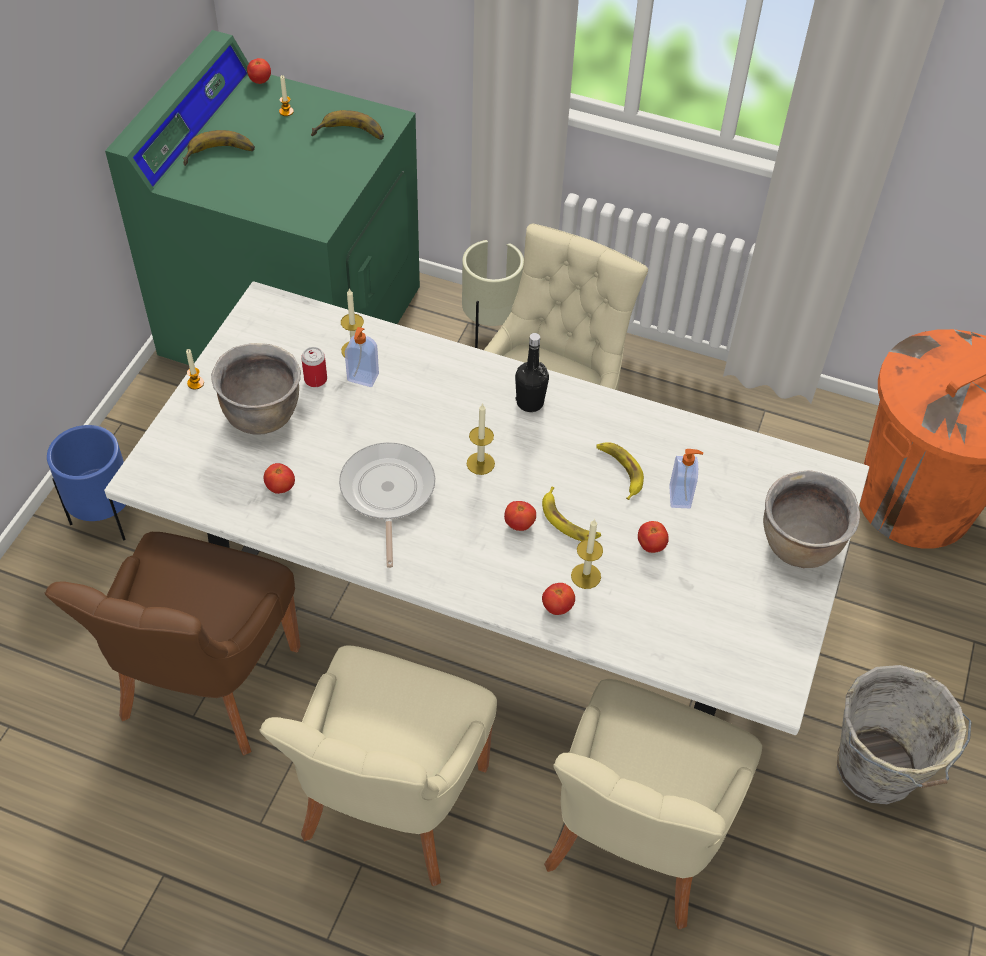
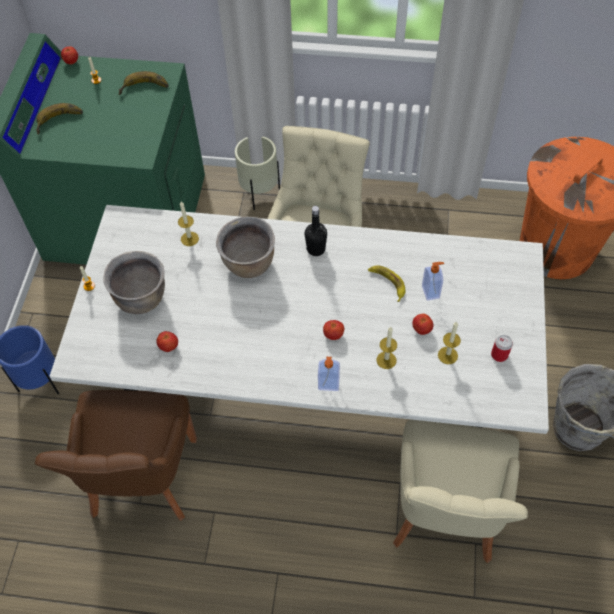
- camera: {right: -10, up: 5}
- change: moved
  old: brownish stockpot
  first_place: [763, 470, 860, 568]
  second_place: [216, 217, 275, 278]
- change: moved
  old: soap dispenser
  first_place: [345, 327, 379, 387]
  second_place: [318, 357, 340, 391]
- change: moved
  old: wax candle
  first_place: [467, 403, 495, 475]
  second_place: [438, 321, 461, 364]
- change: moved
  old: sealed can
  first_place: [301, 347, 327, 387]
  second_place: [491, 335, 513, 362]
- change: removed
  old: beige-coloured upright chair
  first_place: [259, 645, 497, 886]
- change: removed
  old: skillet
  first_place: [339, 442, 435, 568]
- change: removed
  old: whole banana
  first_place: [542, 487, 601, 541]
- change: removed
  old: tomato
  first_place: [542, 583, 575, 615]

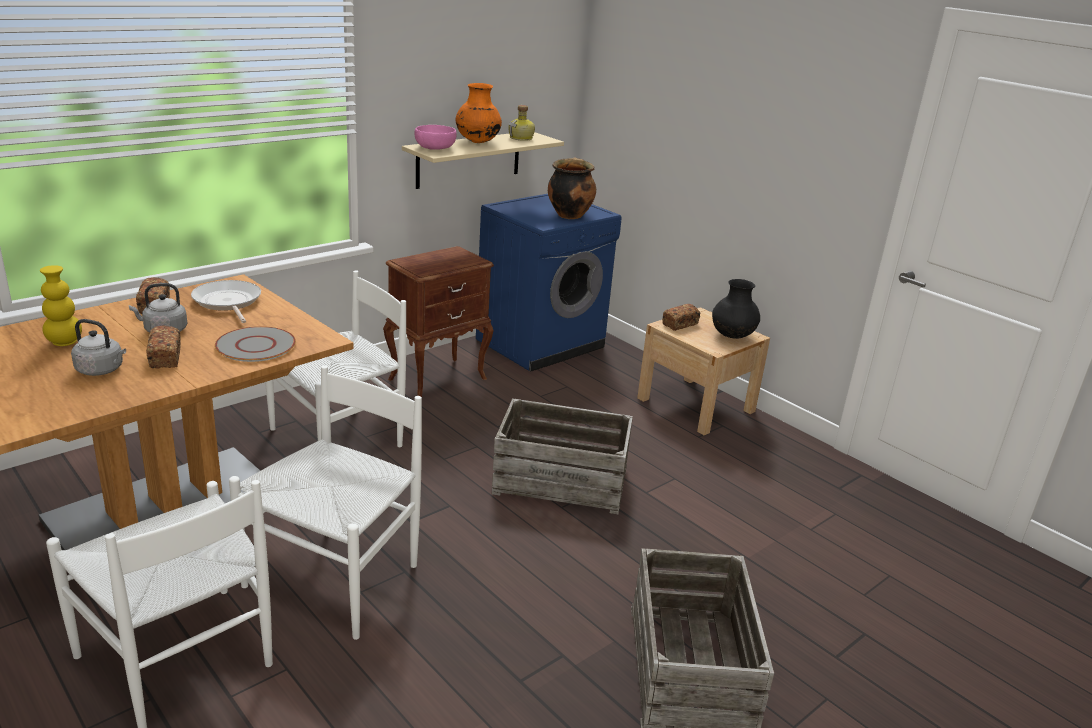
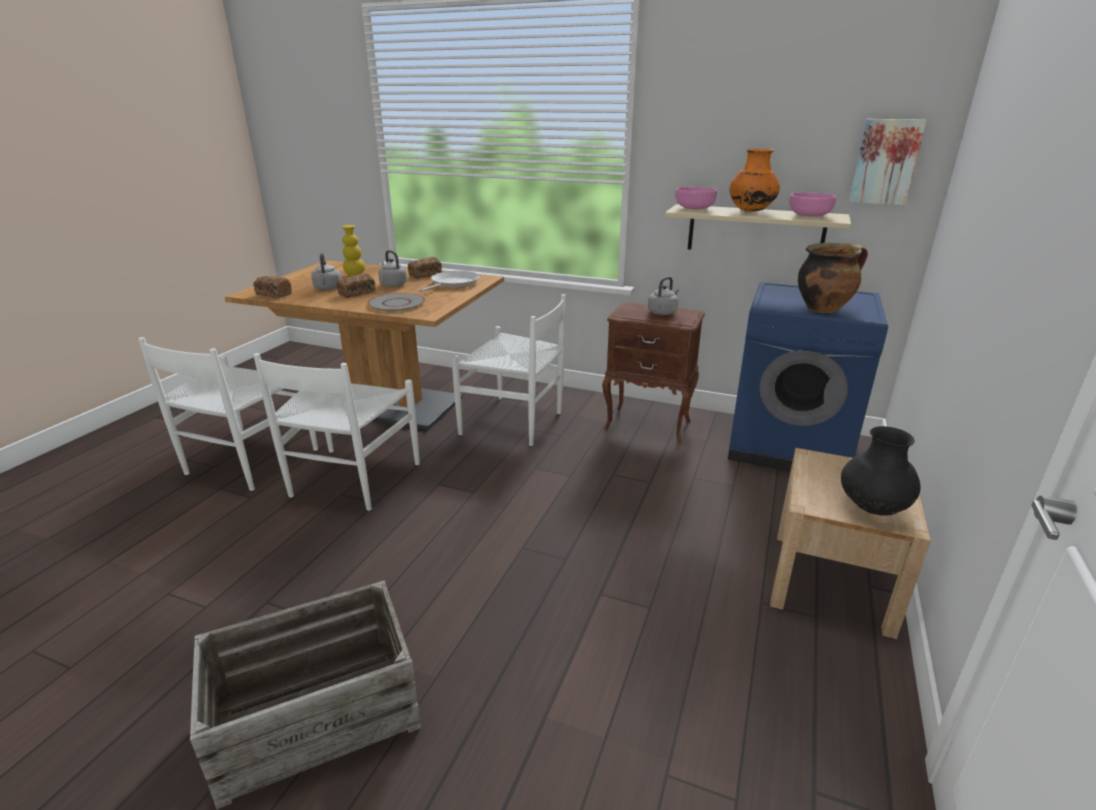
- camera: {right: 65, up: 0}
- change: moved
  old: bread
  first_place: [662, 304, 700, 331]
  second_place: [253, 276, 292, 298]
- change: turned
  old: white upright chair
  first_place: [229, 365, 422, 640]
  second_place: [254, 353, 420, 511]
  degrees: 105
- change: added
  new: greyish water kettle
  second_place: [648, 277, 679, 315]
- change: replaced
  old: drink bottle
  new: pinkish serving bowl
  first_place: [508, 105, 535, 141]
  second_place: [789, 192, 836, 217]
- change: added
  new: wall picture
  second_place: [849, 119, 927, 205]
- change: removed
  old: crate
  first_place: [492, 398, 633, 514]

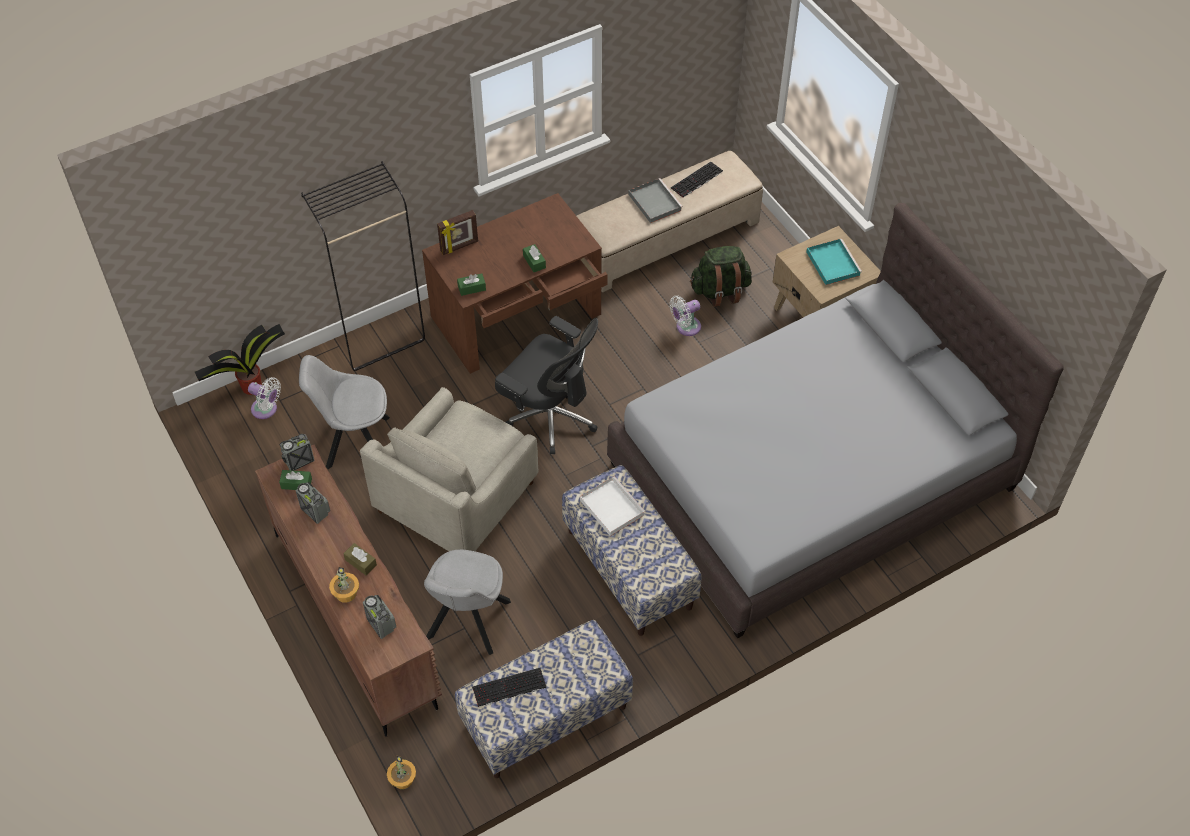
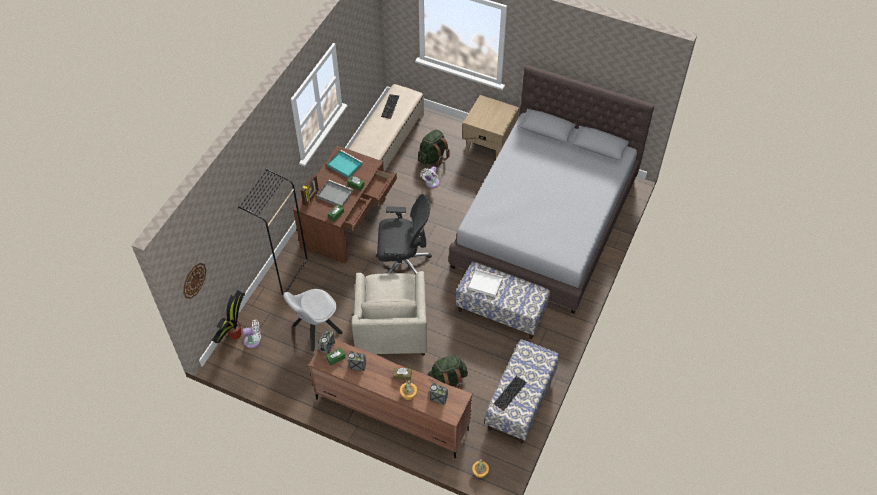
- camera: {right: -35, up: 0}
- change: added
  new: wall clock
  second_place: [183, 263, 206, 299]
- change: moved
  old: greyish carrying tray
  first_place: [628, 178, 683, 223]
  second_place: [317, 180, 353, 207]
- change: moved
  old: turquoise-coloured carrying tray
  first_place: [806, 239, 862, 285]
  second_place: [327, 150, 363, 178]
- change: replaced
  old: greyish upright chair
  new: green rucksack
  first_place: [424, 549, 511, 655]
  second_place: [428, 355, 468, 389]

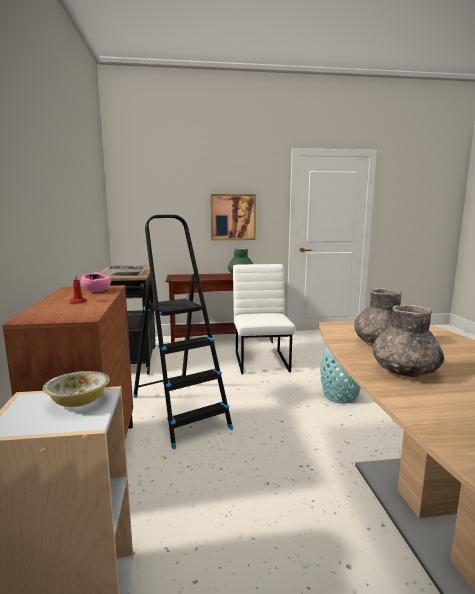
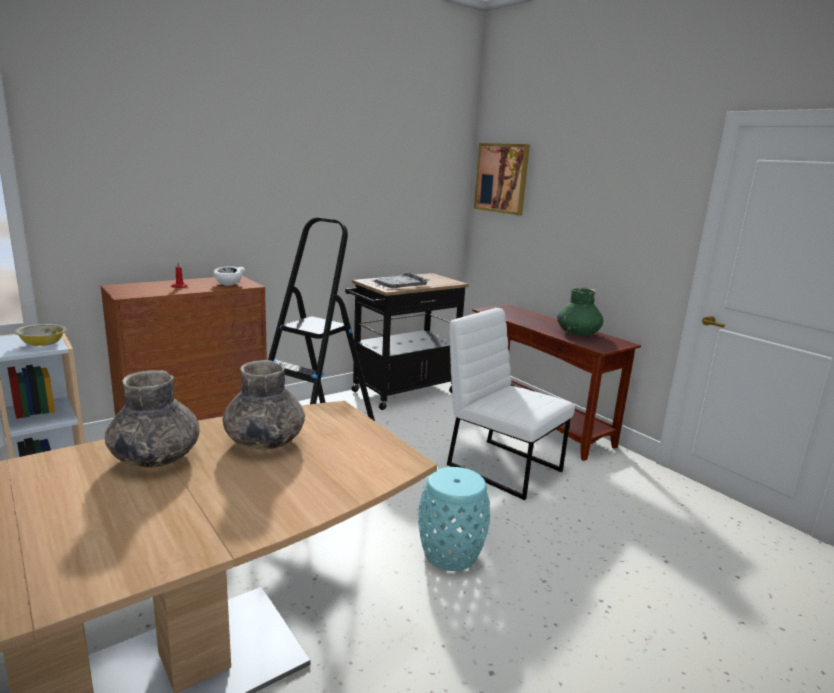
- camera: {right: 60, up: 5}
- change: recoloured
  old: pinkish serving bowl
  new: white serving bowl
  first_place: [81, 272, 111, 292]
  second_place: [214, 266, 245, 285]
- change: turned
  old: white upright chair
  first_place: [233, 264, 295, 374]
  second_place: [447, 308, 575, 500]
  degrees: -105
- change: moved
  old: wall picture
  first_place: [210, 194, 256, 240]
  second_place: [474, 143, 530, 215]

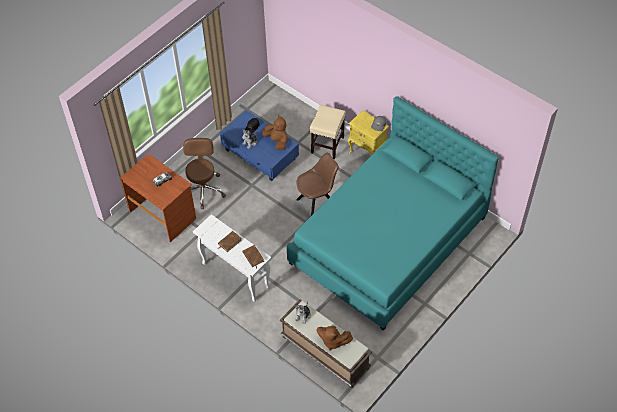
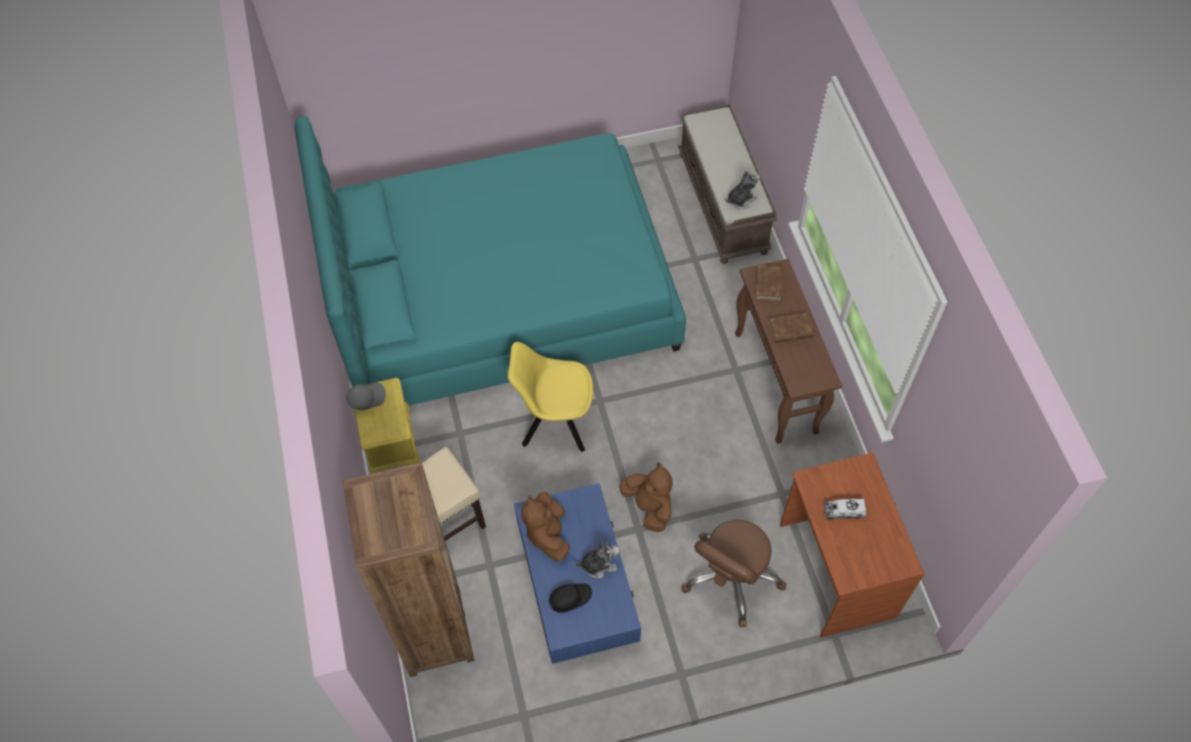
- camera: {right: -145, up: 5}
- change: added
  new: brownish shelving unit
  second_place: [343, 463, 475, 677]
- change: recoloured
  old: brownish upright chair
  new: yellowish upright chair
  first_place: [296, 153, 339, 216]
  second_place: [508, 342, 593, 452]
- change: moved
  old: brownish plush toy
  first_place: [317, 325, 353, 350]
  second_place: [619, 462, 673, 532]
- change: recoloured
  old: white hall table
  new: brownish hall table
  first_place: [193, 214, 271, 302]
  second_place: [735, 259, 842, 444]

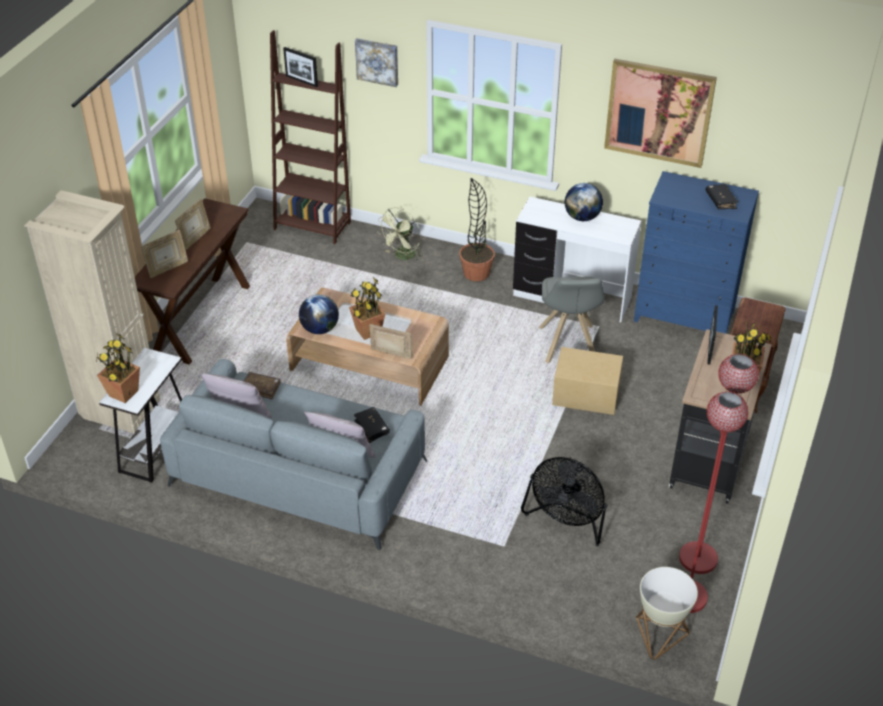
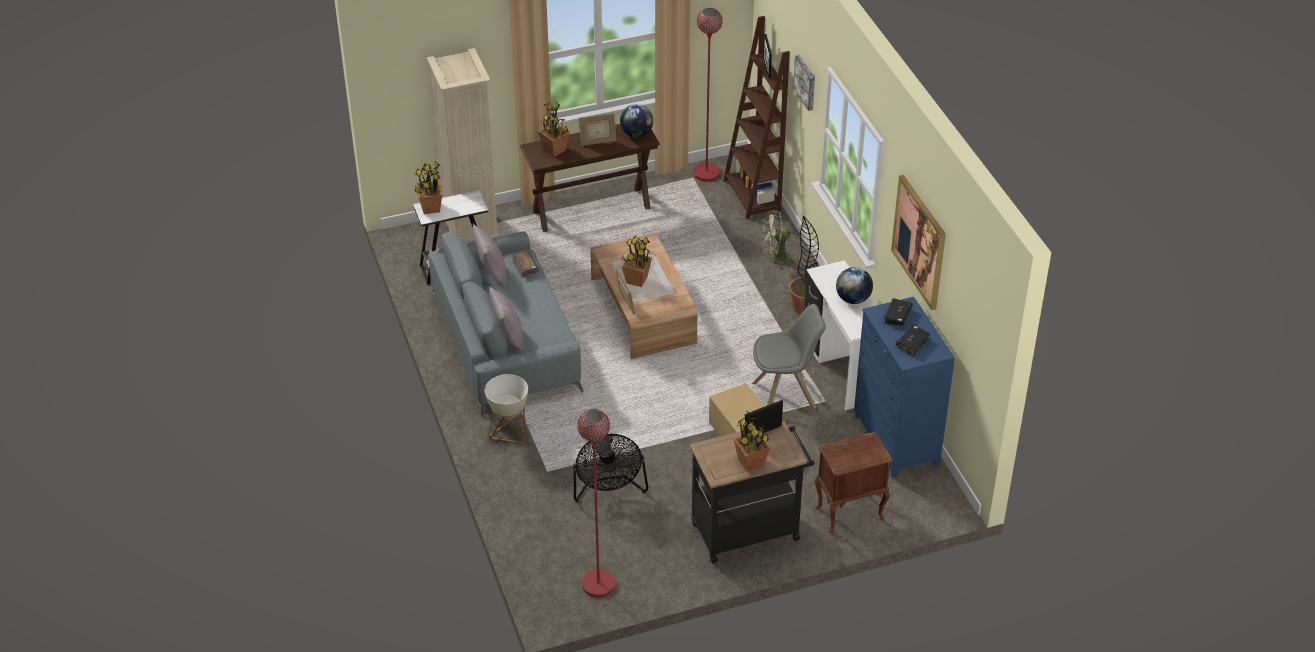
- camera: {right: 50, up: 0}
- change: moved
  old: flower pot
  first_place: [636, 567, 698, 659]
  second_place: [485, 374, 528, 444]
- change: replaced
  old: picture frame
  new: houseplant
  first_place: [141, 230, 188, 278]
  second_place: [538, 102, 570, 157]
- change: turned
  old: black cooling fan
  first_place: [521, 457, 608, 546]
  second_place: [573, 433, 648, 503]
  degrees: -90
- change: moved
  old: globe
  first_place: [299, 294, 339, 334]
  second_place: [620, 104, 653, 138]
- change: moved
  old: red standing lamp
  first_place: [679, 354, 759, 574]
  second_place: [693, 8, 723, 181]
- change: turned
  old: greyish upright chair
  first_place: [539, 276, 605, 363]
  second_place: [752, 304, 826, 409]
  degrees: -150
- change: moved
  old: black bound book
  first_place: [354, 407, 390, 443]
  second_place: [883, 298, 913, 326]

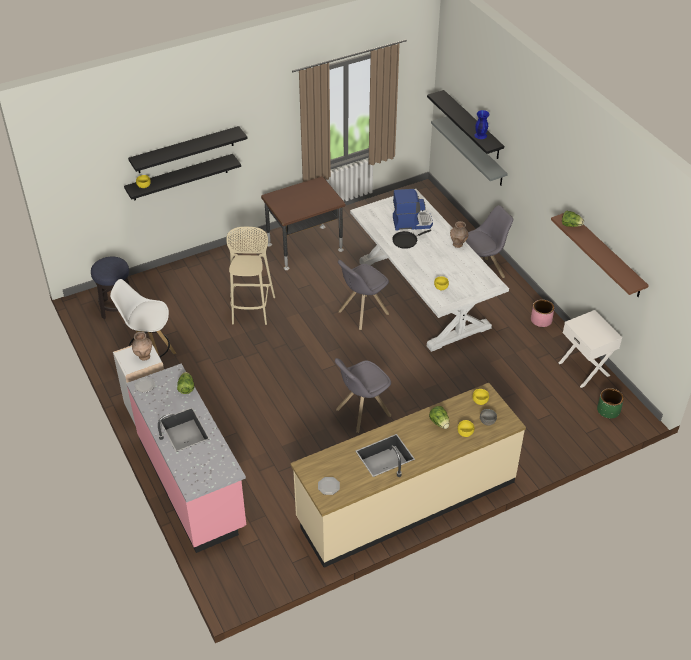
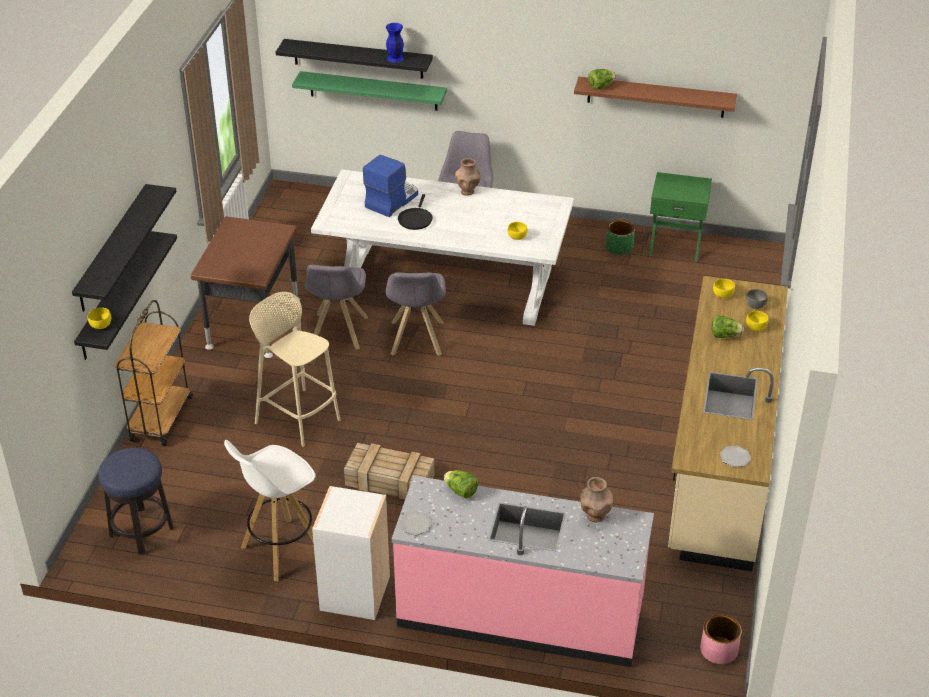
- camera: {right: -50, up: -5}
- change: added
  new: brownish wheeled cart
  second_place: [115, 300, 193, 446]
- change: recoloured
  old: greyish bracket shelf
  new: green bracket shelf
  first_place: [431, 116, 508, 186]
  second_place: [292, 71, 447, 111]
- change: moved
  old: greyish upright chair
  first_place: [335, 358, 391, 433]
  second_place: [304, 265, 369, 350]
- change: added
  new: crate
  second_place: [344, 443, 435, 499]
- change: moved
  old: brownish flower vase
  first_place: [132, 332, 152, 361]
  second_place: [580, 477, 613, 522]
- change: moved
  old: green flower pot
  first_place: [597, 388, 624, 418]
  second_place: [605, 220, 635, 255]
- change: recoloured
  old: white night table
  new: green night table
  first_place: [559, 310, 622, 388]
  second_place: [649, 172, 712, 263]
- change: moved
  old: pinkish flower pot
  first_place: [531, 300, 554, 327]
  second_place: [700, 615, 742, 664]

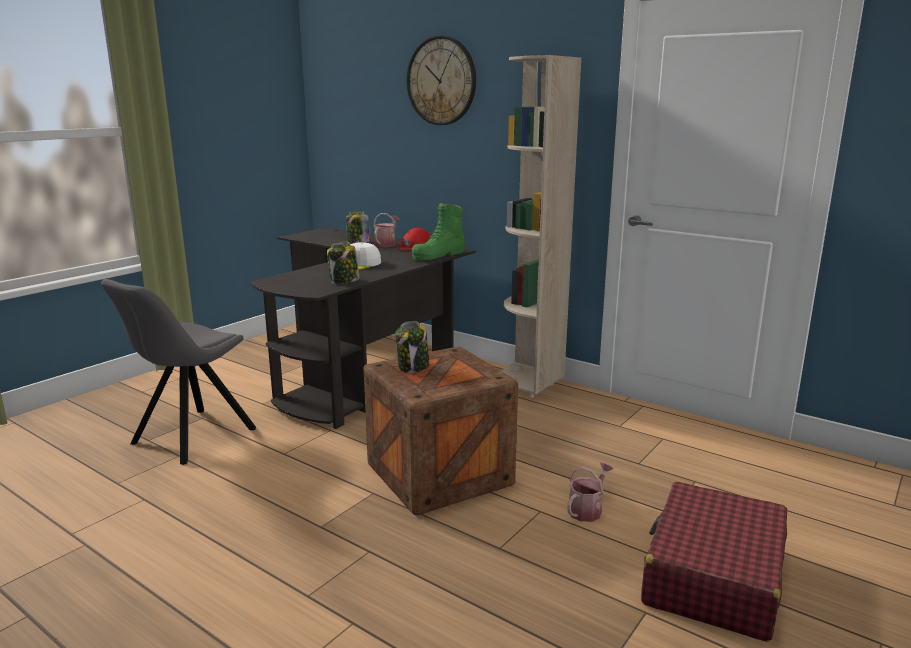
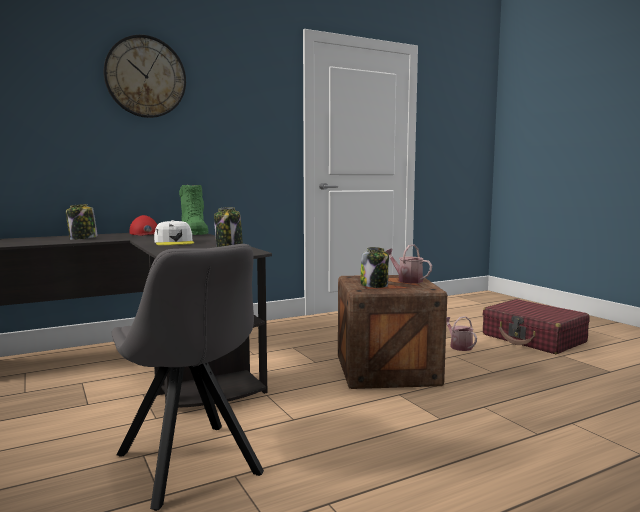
- camera: {right: -65, up: -10}
- change: moved
  old: watering pot
  first_place: [373, 213, 400, 247]
  second_place: [385, 244, 432, 283]
- change: removed
  old: beige-coloured shelving unit
  first_place: [502, 55, 581, 398]

